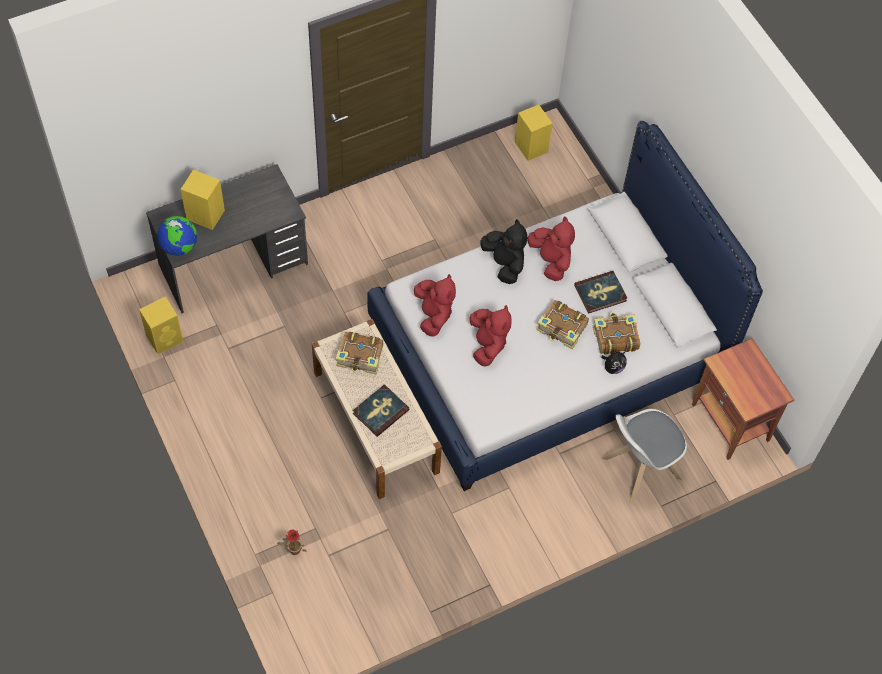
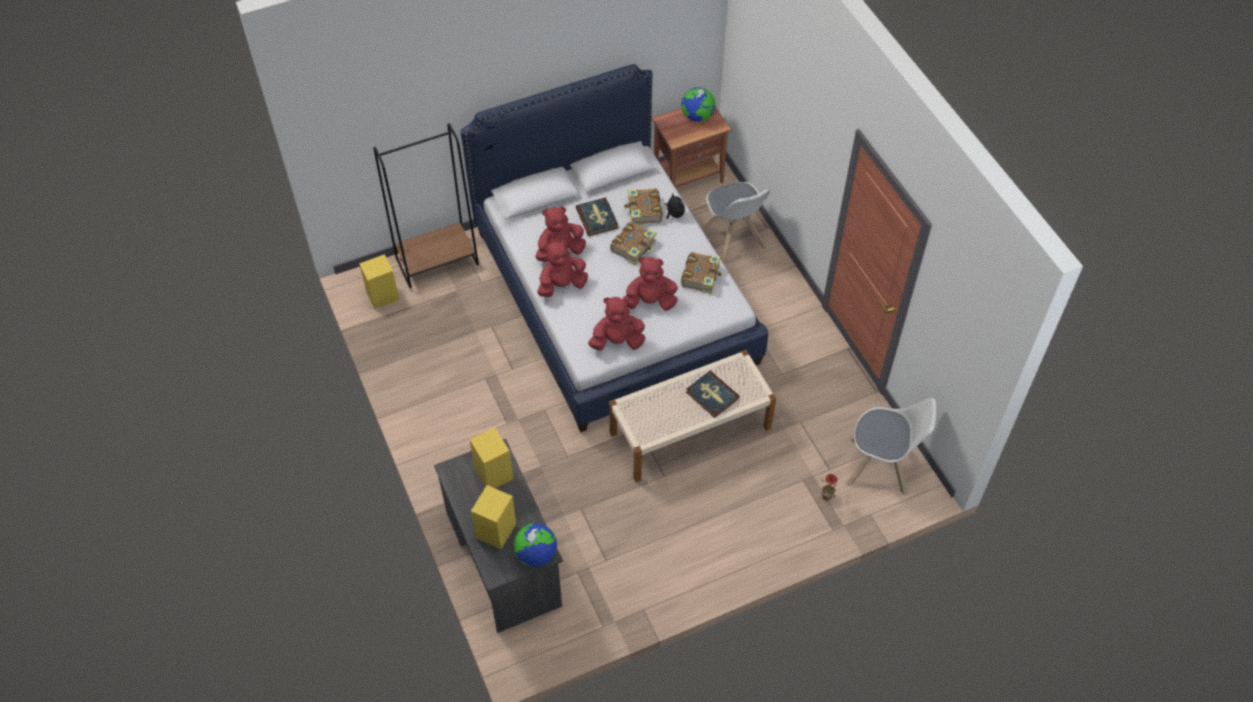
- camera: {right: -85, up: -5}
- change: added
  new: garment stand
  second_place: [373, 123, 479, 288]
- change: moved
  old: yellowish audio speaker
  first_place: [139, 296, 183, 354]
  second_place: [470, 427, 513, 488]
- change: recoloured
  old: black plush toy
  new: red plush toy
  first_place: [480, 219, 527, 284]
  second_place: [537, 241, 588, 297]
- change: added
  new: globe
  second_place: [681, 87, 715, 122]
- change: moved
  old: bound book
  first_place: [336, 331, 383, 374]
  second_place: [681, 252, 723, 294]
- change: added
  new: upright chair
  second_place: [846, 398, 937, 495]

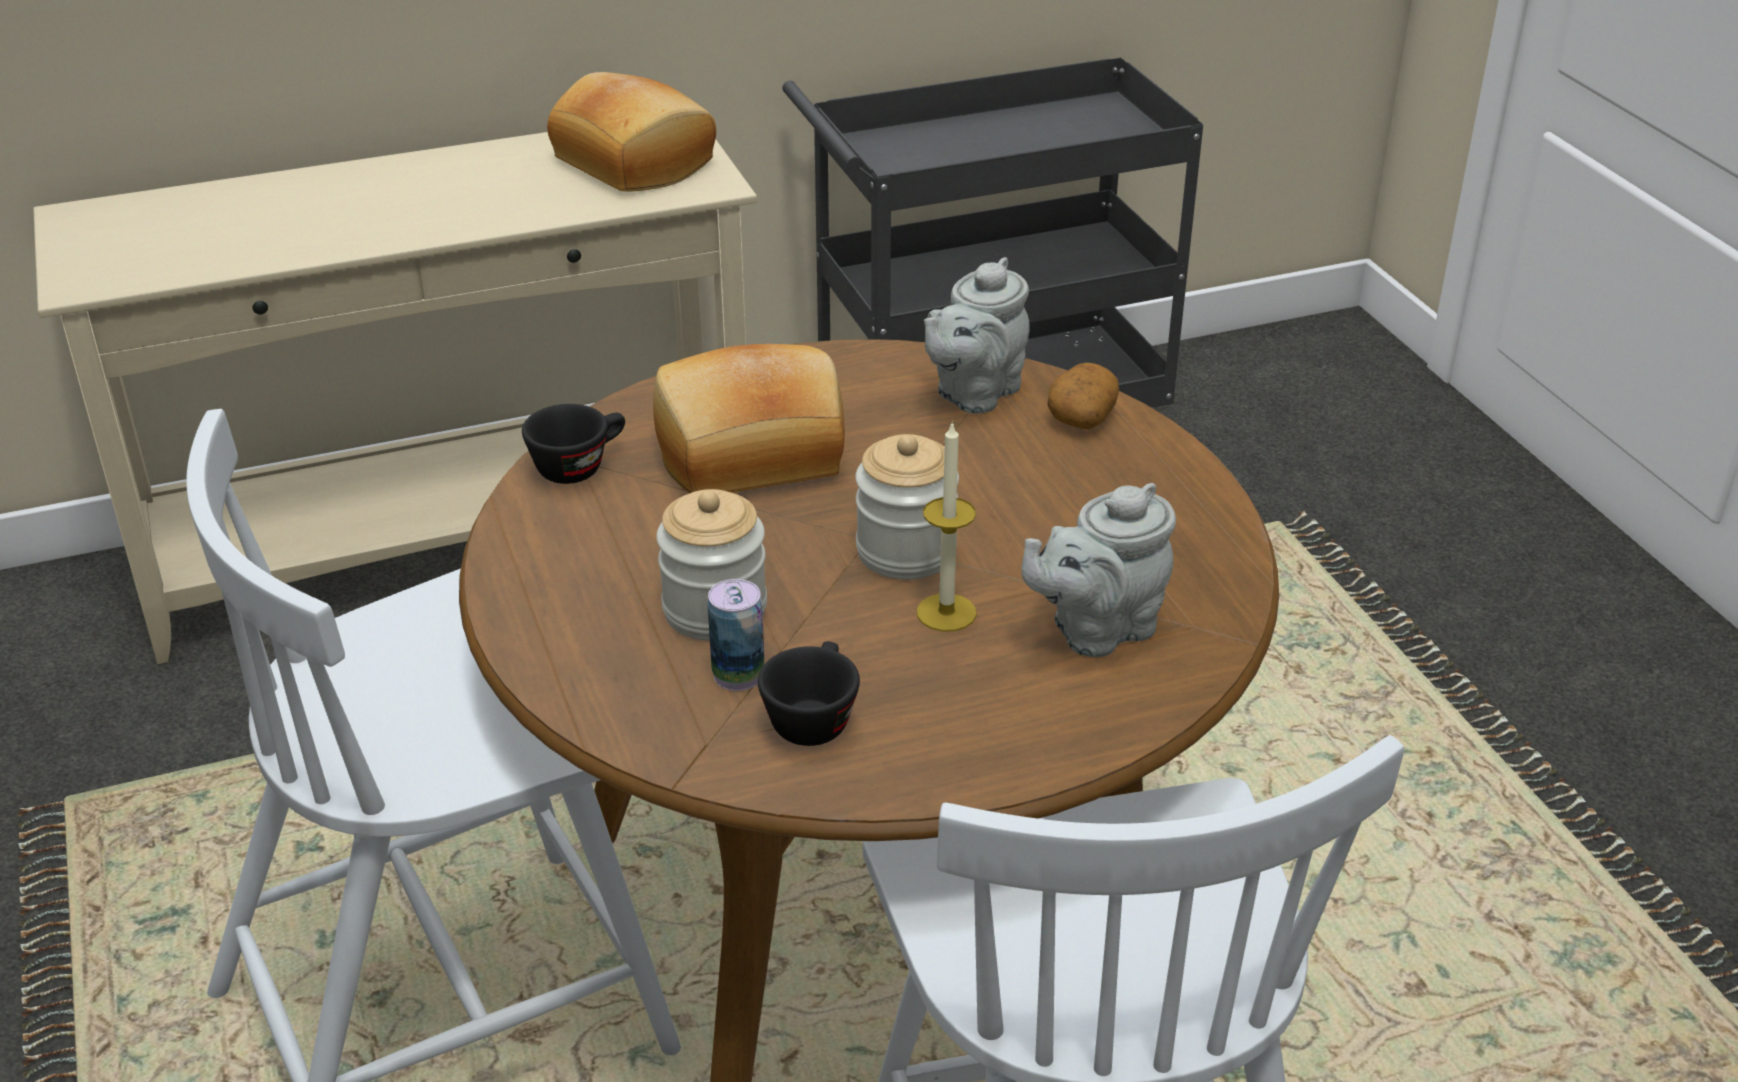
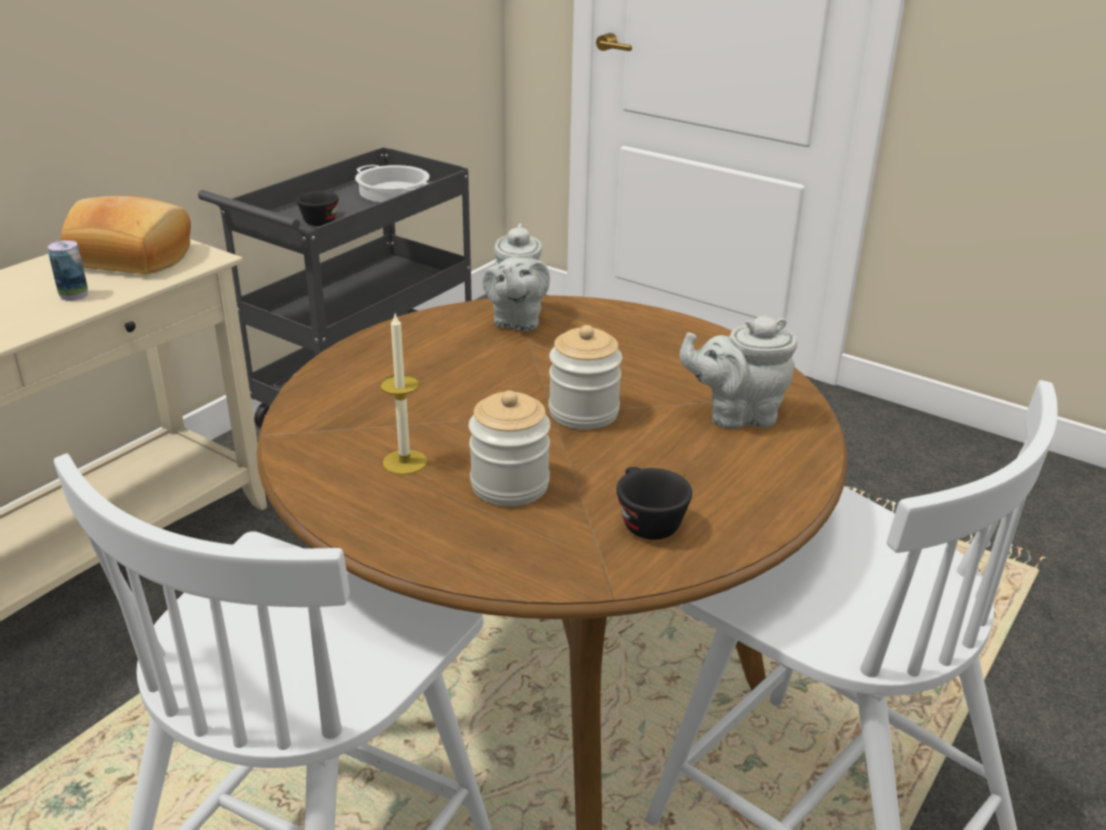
- camera: {right: -35, up: -5}
- change: moved
  old: sealed can
  first_place: [708, 579, 764, 691]
  second_place: [48, 240, 88, 301]
- change: moved
  old: black small cup
  first_place: [522, 404, 625, 484]
  second_place: [297, 191, 338, 226]
- change: added
  new: stockpot
  second_place: [355, 165, 430, 202]
- change: moved
  old: wax candle
  first_place: [917, 421, 977, 632]
  second_place: [380, 314, 427, 475]
- change: turned
  old: greyish tea pot
  first_place: [1021, 483, 1176, 657]
  second_place: [679, 316, 797, 429]
  degrees: 60
- change: removed
  old: bread
  first_place: [653, 344, 845, 493]
- change: removed
  old: spud
  first_place: [1048, 363, 1119, 429]

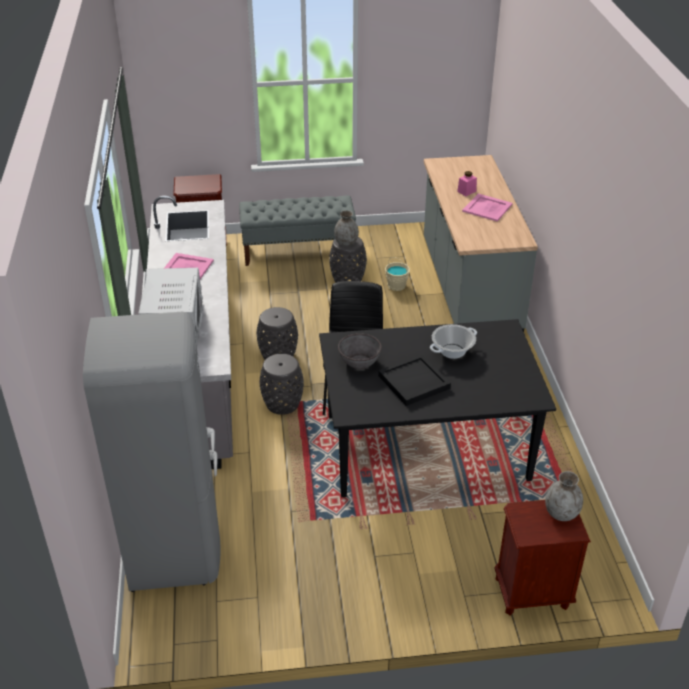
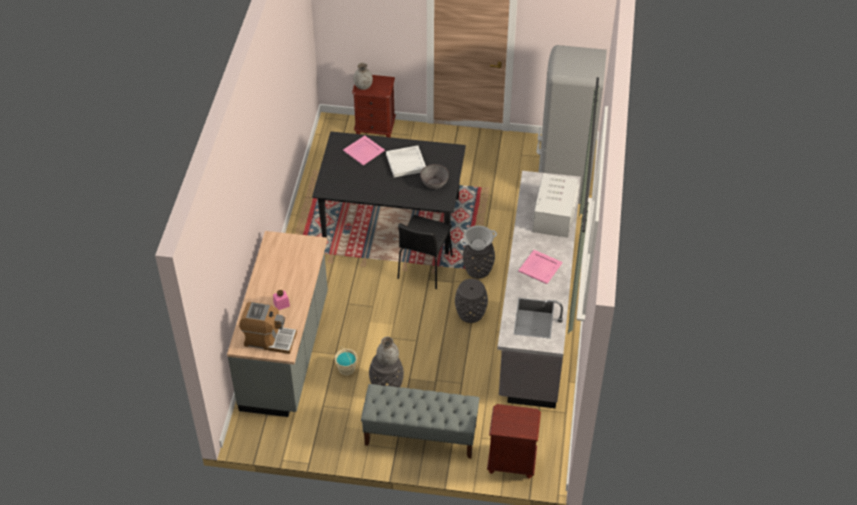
- camera: {right: -165, up: 10}
- change: added
  new: coffee machine
  second_place: [239, 302, 297, 354]
- change: moved
  old: pinkish carrying tray
  first_place: [462, 194, 513, 222]
  second_place: [343, 135, 385, 165]
- change: recoloured
  old: black carrying tray
  new: white carrying tray
  first_place: [378, 354, 451, 406]
  second_place: [386, 146, 426, 177]
- change: moved
  old: stockpot
  first_place: [430, 324, 477, 359]
  second_place: [460, 225, 497, 250]

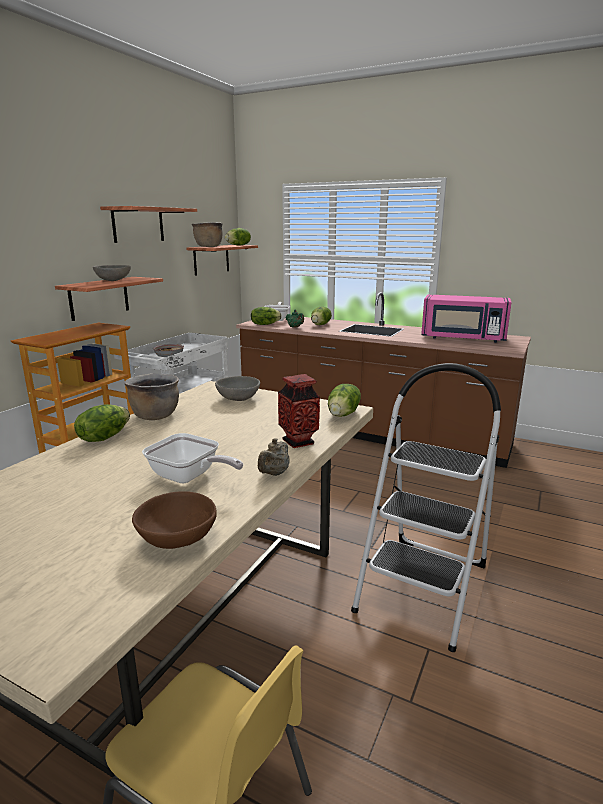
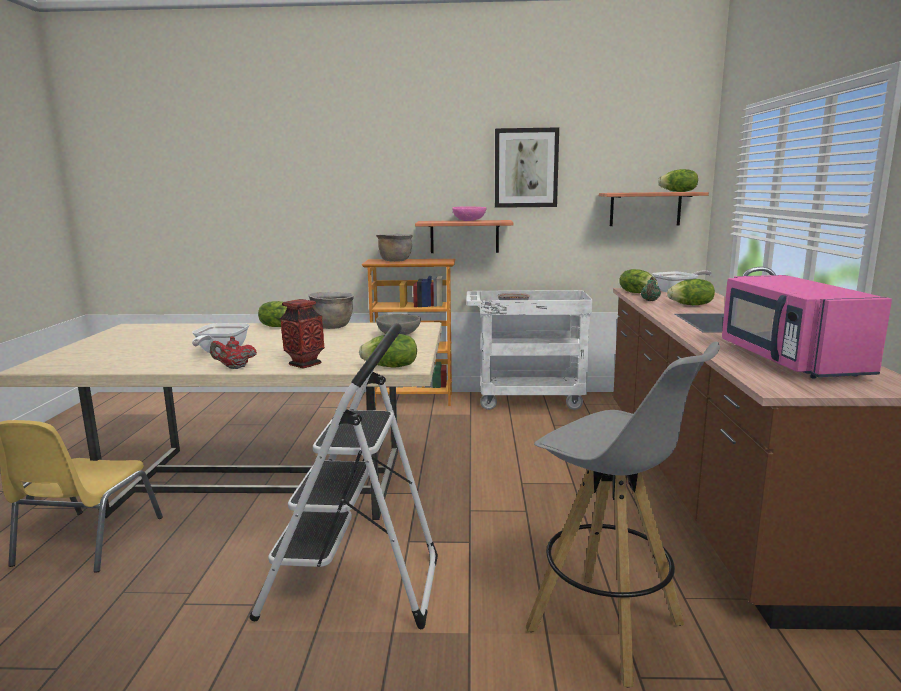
- camera: {right: 65, up: -5}
- change: recoloured
  old: beige-coloured tea pot
  new: red tea pot
  first_place: [258, 438, 290, 476]
  second_place: [210, 336, 257, 369]
- change: moved
  old: brownish stockpot
  first_place: [192, 222, 223, 247]
  second_place: [376, 234, 413, 262]
- change: recoloured
  old: greyish serving bowl
  new: pinkish serving bowl
  first_place: [93, 265, 131, 281]
  second_place: [452, 206, 487, 221]
- change: replaced
  old: bracket shelf
  new: wall picture
  first_place: [100, 206, 197, 243]
  second_place: [495, 127, 559, 208]
- change: added
  new: greyish stool
  second_place: [526, 342, 720, 687]
- change: removed
  old: brownish serving bowl
  first_place: [132, 491, 217, 549]

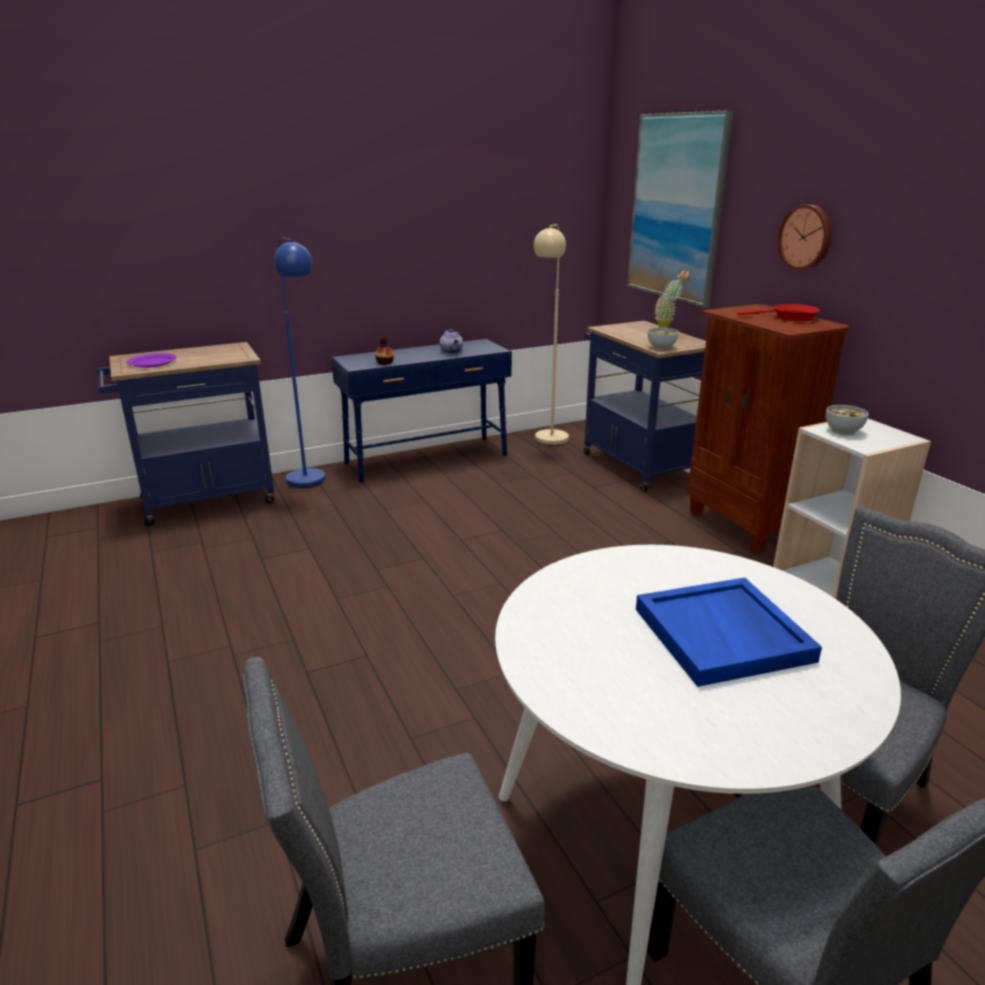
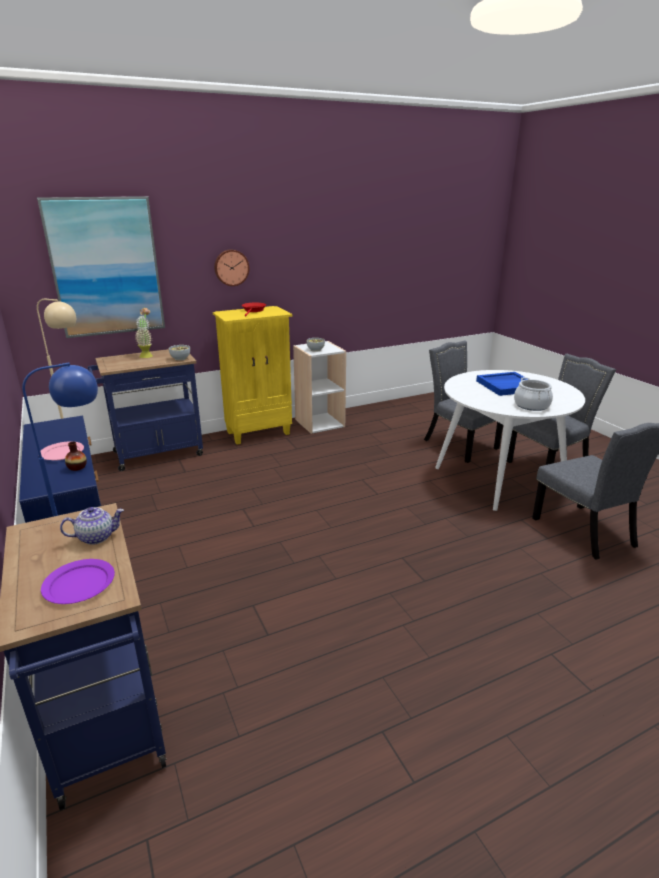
- camera: {right: -90, up: 0}
- change: added
  new: pinkish dinner plate
  second_place: [40, 441, 84, 460]
- change: moved
  old: tea pot
  first_place: [440, 329, 463, 354]
  second_place: [60, 507, 124, 545]
- change: recoloured
  old: brownish storage cabinet
  new: yellowish storage cabinet
  first_place: [687, 304, 850, 553]
  second_place: [213, 306, 293, 445]
- change: added
  new: stockpot
  second_place: [514, 377, 553, 411]

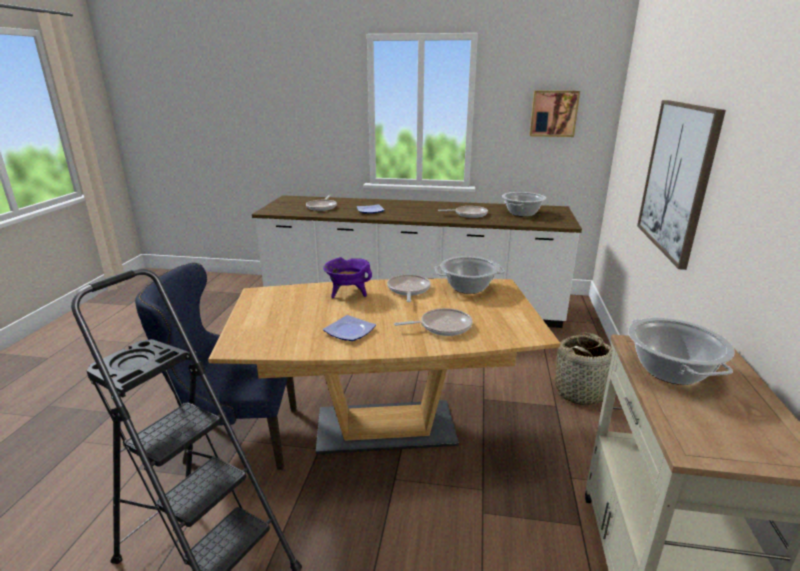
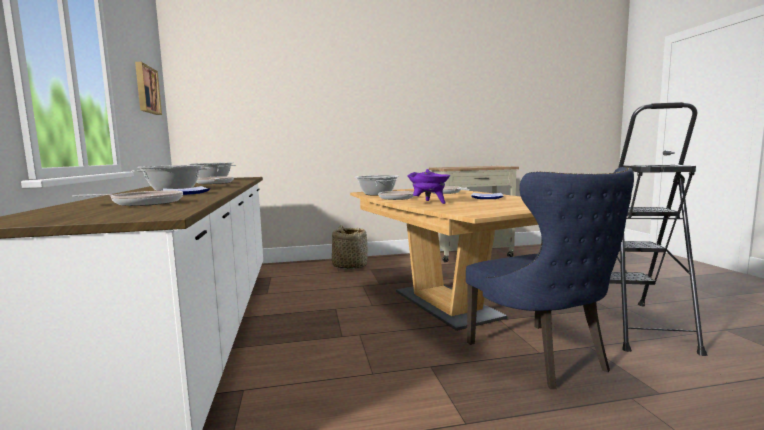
- camera: {right: -110, up: -15}
- change: moved
  old: stockpot
  first_place: [628, 318, 735, 385]
  second_place: [131, 165, 210, 191]
- change: removed
  old: wall picture
  first_place: [637, 100, 726, 270]

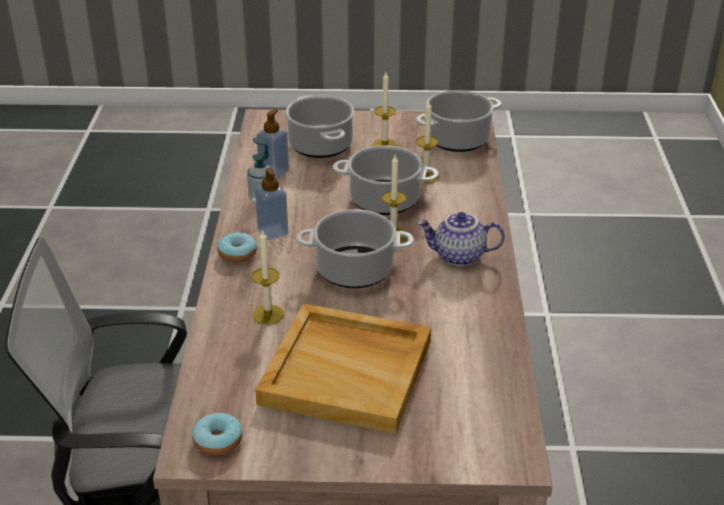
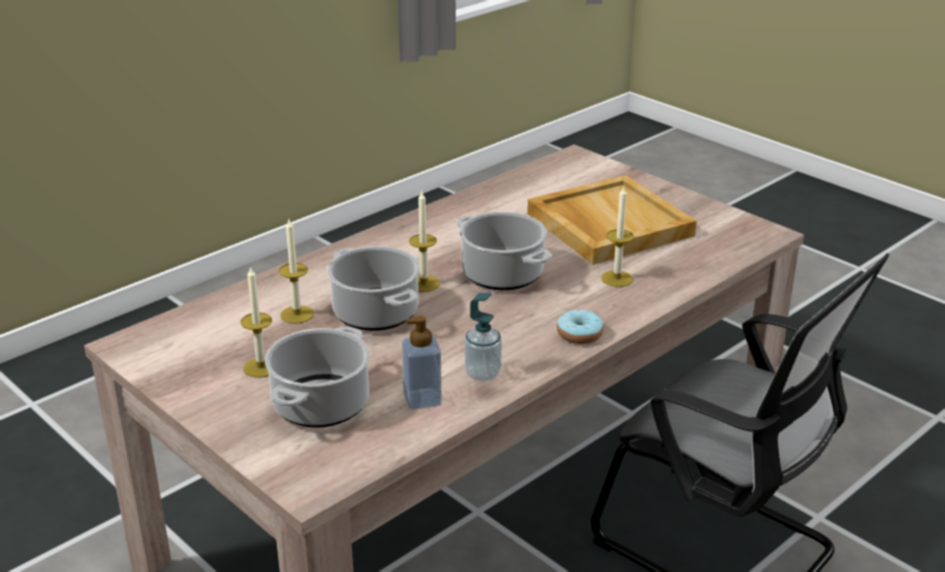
- camera: {right: -135, up: -5}
- change: removed
  old: ring doughnut
  first_place: [192, 413, 242, 456]
- change: removed
  old: soap dispenser
  first_place: [255, 168, 288, 240]
- change: removed
  old: stockpot
  first_place: [416, 90, 501, 152]
- change: removed
  old: tea pot
  first_place: [417, 212, 505, 266]

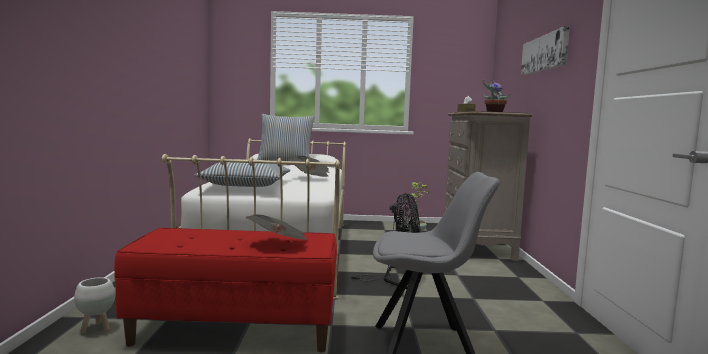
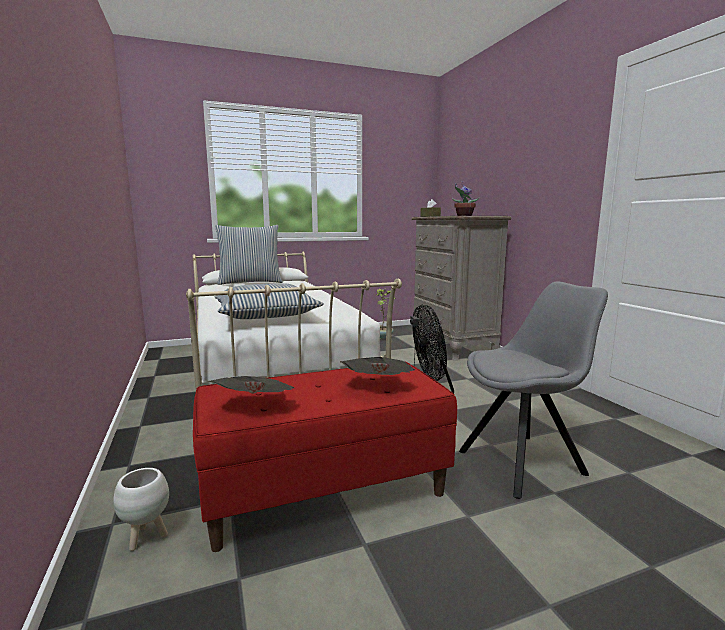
- camera: {right: -20, up: 5}
- change: moved
  old: printed paper
  first_place: [289, 156, 330, 177]
  second_place: [208, 376, 294, 394]
- change: removed
  old: wall picture
  first_place: [521, 26, 570, 75]

